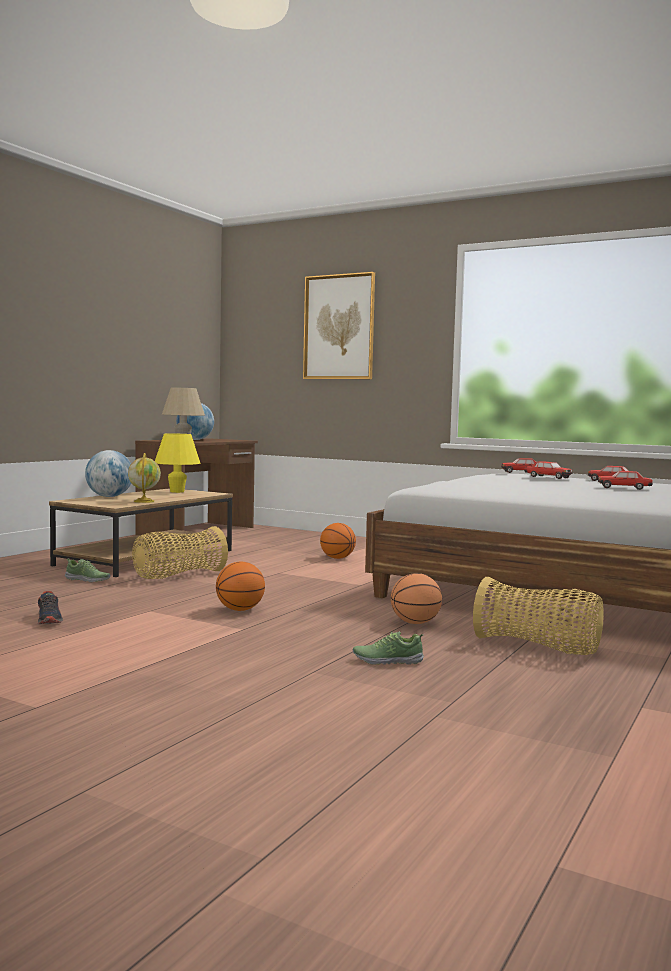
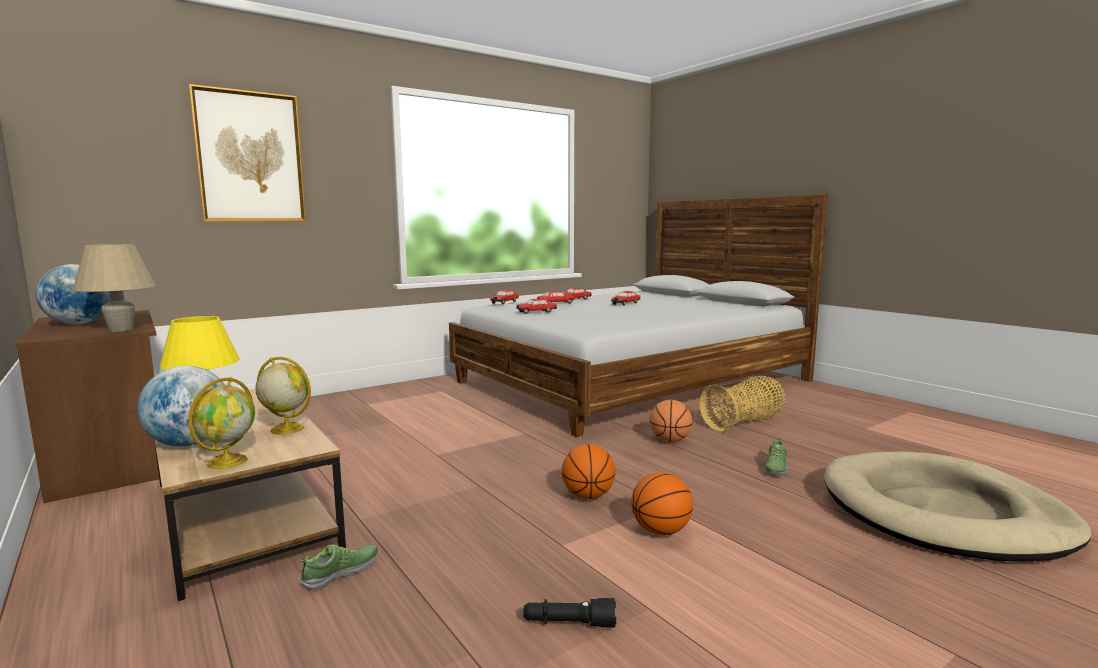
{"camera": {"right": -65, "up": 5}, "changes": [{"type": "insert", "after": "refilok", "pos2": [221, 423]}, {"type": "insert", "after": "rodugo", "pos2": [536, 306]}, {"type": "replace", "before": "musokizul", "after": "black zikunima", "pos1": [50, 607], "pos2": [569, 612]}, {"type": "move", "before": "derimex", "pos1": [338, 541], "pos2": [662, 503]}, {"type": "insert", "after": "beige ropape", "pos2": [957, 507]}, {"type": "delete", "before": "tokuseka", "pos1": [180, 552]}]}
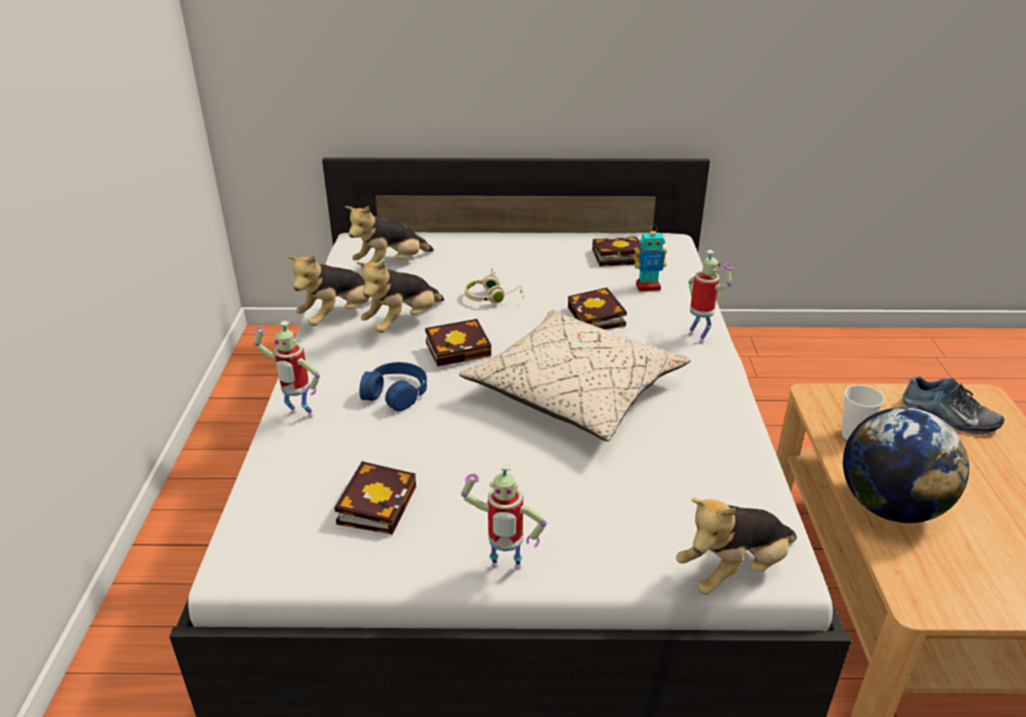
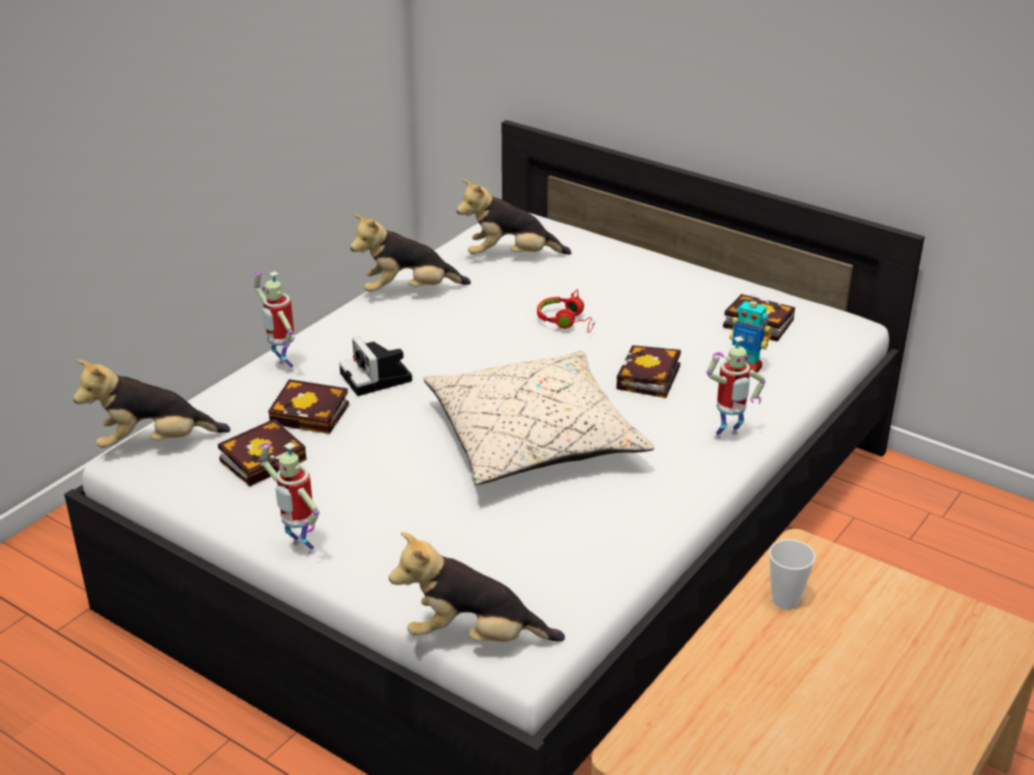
{"camera": {"right": 35, "up": 0}, "changes": [{"type": "move", "before": "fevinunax", "pos1": [400, 296], "pos2": [152, 404]}, {"type": "move", "before": "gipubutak", "pos1": [458, 342], "pos2": [308, 406]}, {"type": "replace", "before": "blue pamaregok", "after": "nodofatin", "pos1": [393, 386], "pos2": [375, 366]}, {"type": "recolor", "before": "beige pamaregok", "after": "red pamaregok", "pos1": [494, 285], "pos2": [566, 311]}, {"type": "rotate", "before": "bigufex", "pos1": [711, 296], "pos2": [736, 387], "turn": 60}, {"type": "delete", "before": "refilok", "pos1": [906, 465]}, {"type": "delete", "before": "musokizul", "pos1": [953, 405]}]}
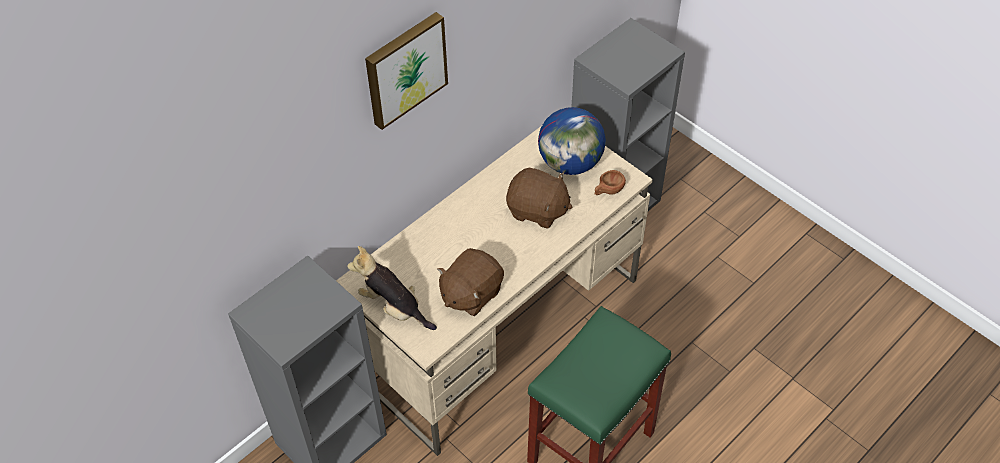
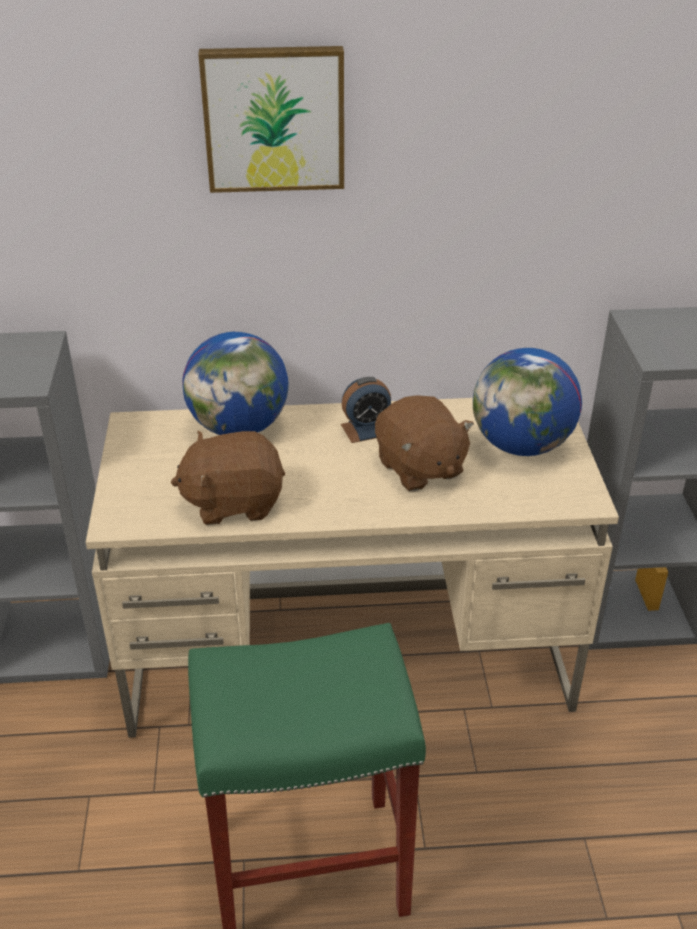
{"camera": {"right": 40, "up": -15}, "changes": [{"type": "insert", "after": "refilok", "pos2": [235, 383]}, {"type": "insert", "after": "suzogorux", "pos2": [366, 410]}, {"type": "delete", "before": "fevinunax", "pos1": [392, 288]}, {"type": "delete", "before": "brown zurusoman", "pos1": [610, 182]}]}
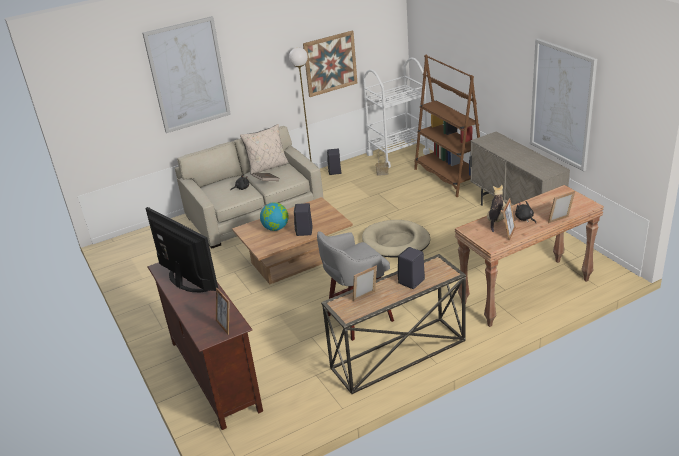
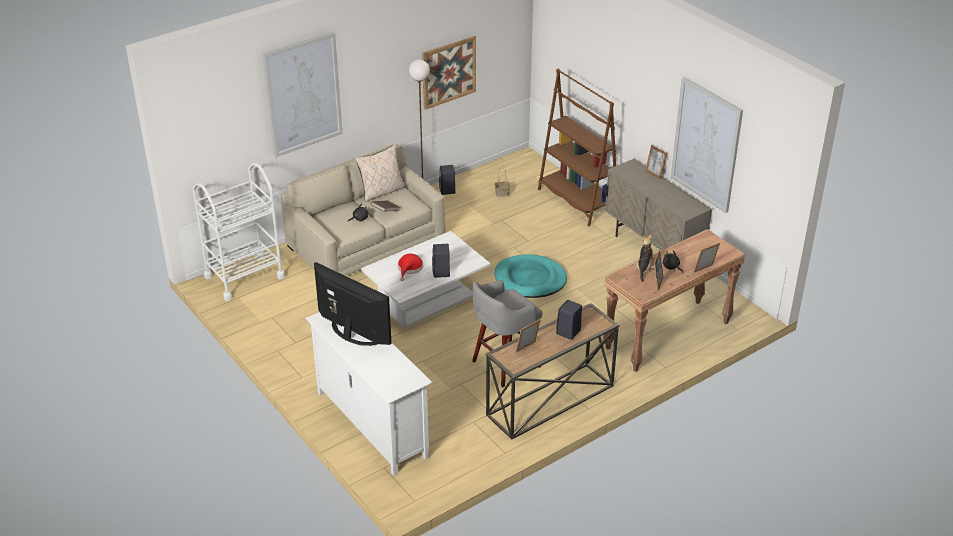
{"camera": {"right": -10, "up": 5}, "changes": [{"type": "move", "before": "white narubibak", "pos1": [396, 112], "pos2": [238, 232]}, {"type": "recolor", "before": "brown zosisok", "after": "white zosisok", "pos1": [205, 346], "pos2": [369, 394]}, {"type": "recolor", "before": "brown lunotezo", "after": "white lunotezo", "pos1": [292, 240], "pos2": [426, 279]}, {"type": "replace", "before": "refilok", "after": "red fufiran", "pos1": [274, 216], "pos2": [410, 267]}, {"type": "recolor", "before": "beige ropape", "after": "turquoise ropape", "pos1": [396, 238], "pos2": [530, 276]}, {"type": "move", "before": "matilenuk", "pos1": [223, 311], "pos2": [656, 162]}]}
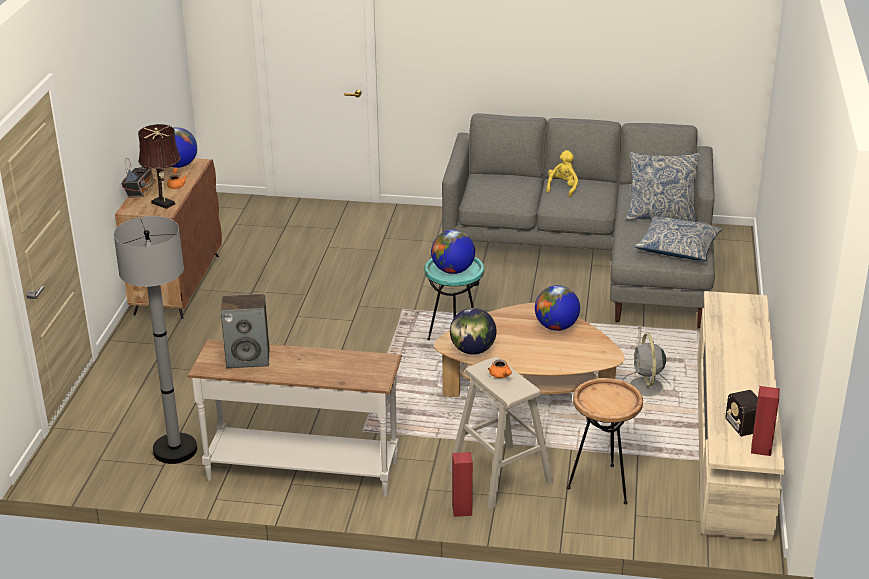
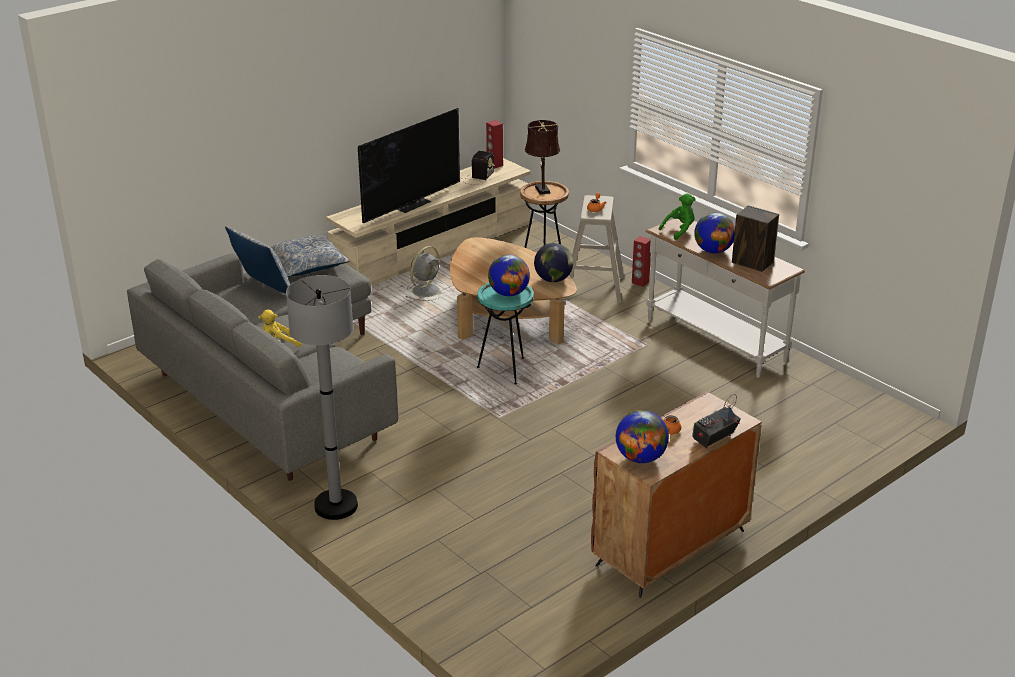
{"camera": {"right": -140, "up": 0}, "changes": [{"type": "move", "before": "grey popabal", "pos1": [155, 340], "pos2": [322, 397]}, {"type": "insert", "after": "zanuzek", "pos2": [409, 165]}, {"type": "move", "before": "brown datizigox", "pos1": [159, 166], "pos2": [542, 157]}, {"type": "insert", "after": "green fevinunax", "pos2": [677, 216]}, {"type": "move", "before": "refilok", "pos1": [557, 308], "pos2": [714, 233]}]}
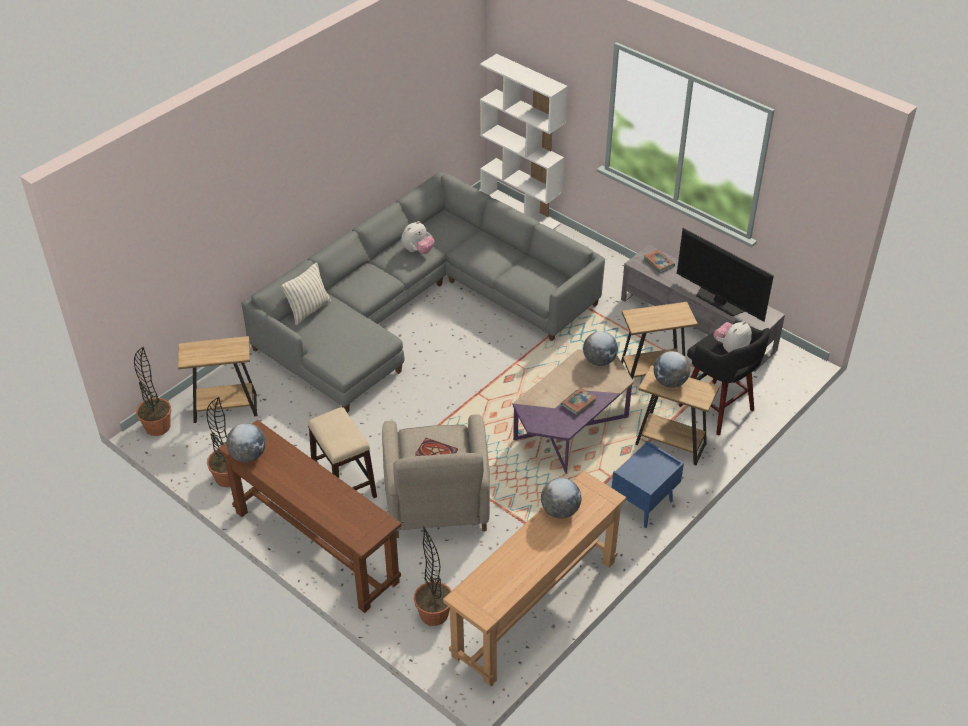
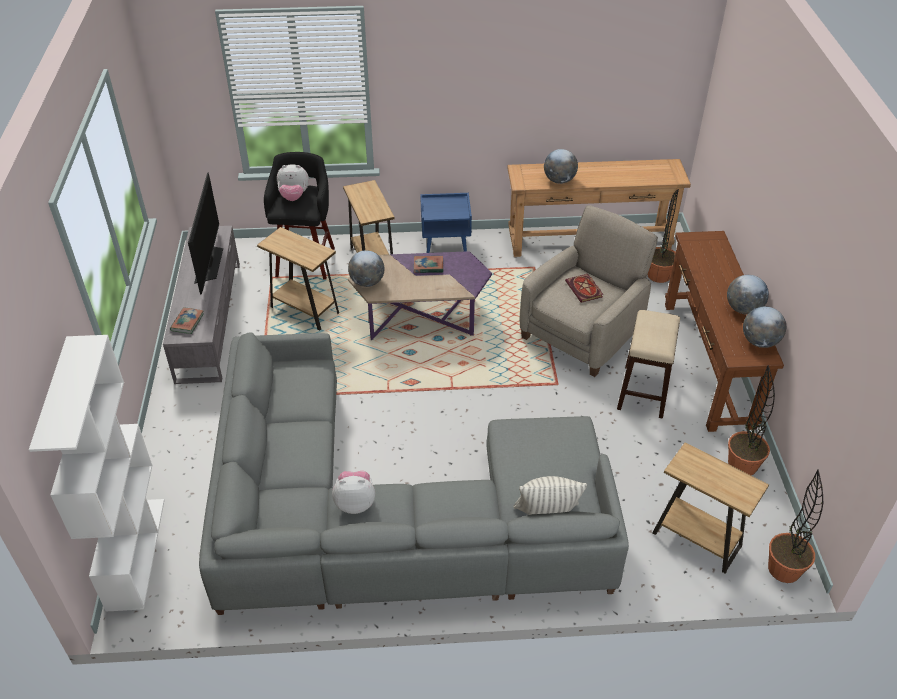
{"camera": {"right": -135, "up": 0}, "changes": [{"type": "move", "before": "refilok", "pos1": [672, 369], "pos2": [748, 295]}]}
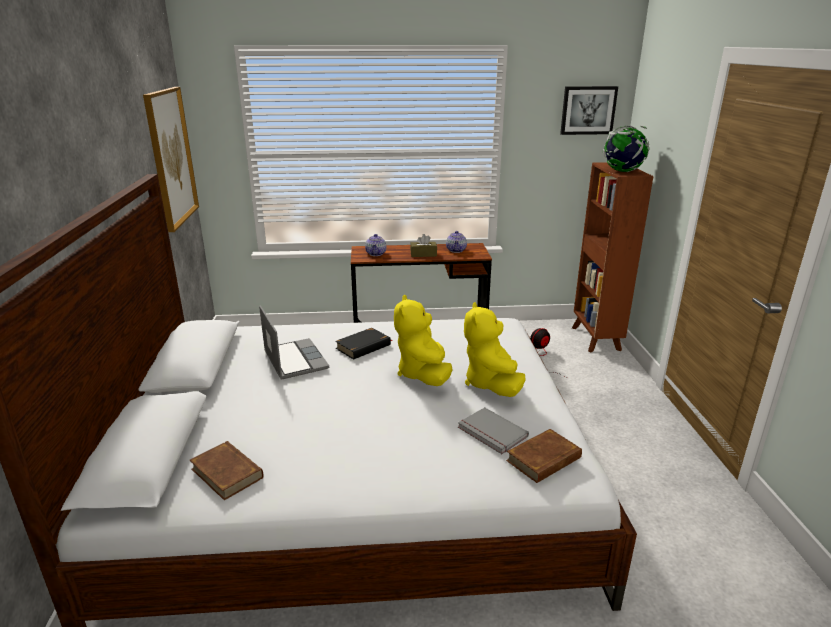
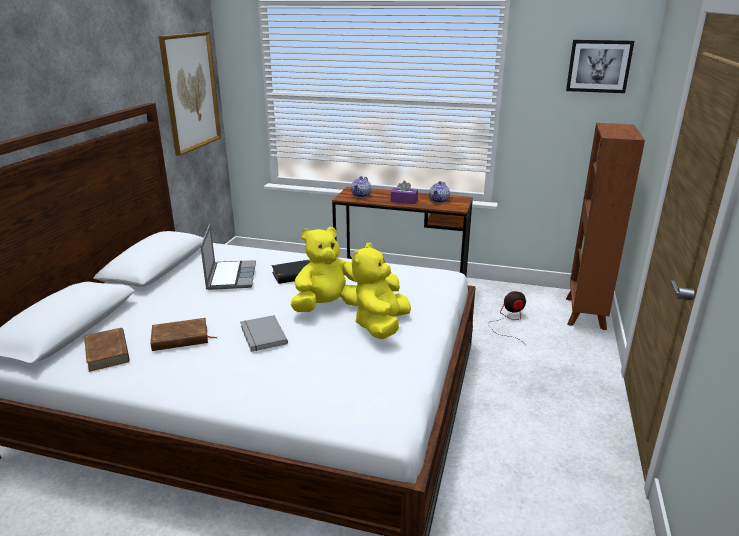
{"camera": {"right": 20, "up": 0}, "changes": [{"type": "move", "before": "brown gipubutak", "pos1": [544, 456], "pos2": [183, 334]}, {"type": "move", "before": "grey gipubutak", "pos1": [493, 430], "pos2": [264, 333]}, {"type": "rotate", "before": "yellow fevinunax", "pos1": [423, 340], "pos2": [324, 269], "turn": 45}, {"type": "recolor", "before": "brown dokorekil", "after": "purple dokorekil", "pos1": [423, 245], "pos2": [404, 192]}, {"type": "delete", "before": "refilok", "pos1": [626, 148]}]}
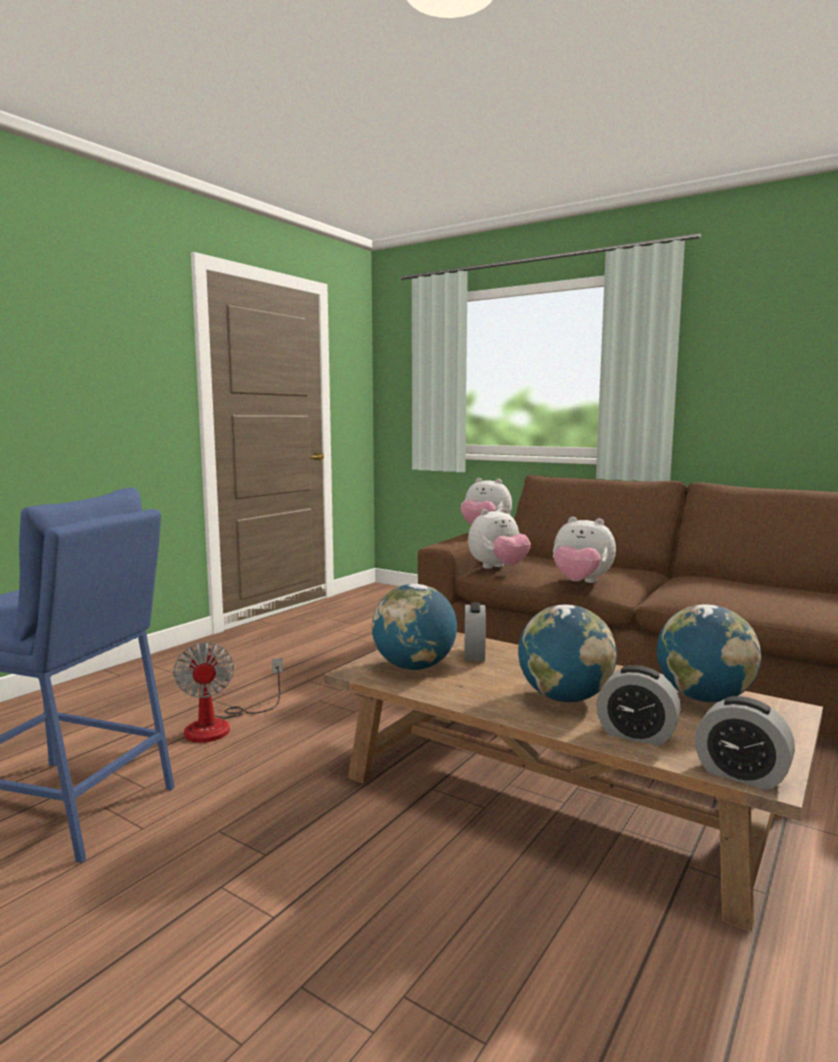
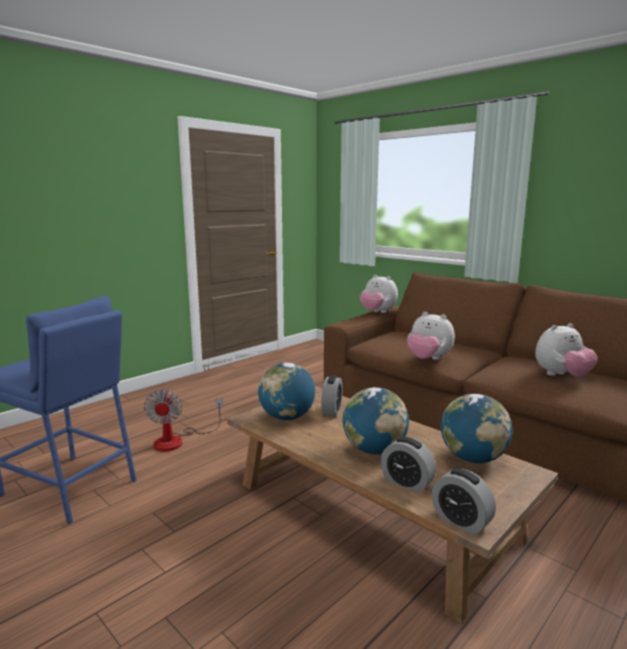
{"camera": {"right": 10, "up": 5}, "changes": [{"type": "move", "before": "fevinunax", "pos1": [499, 538], "pos2": [566, 350]}]}
